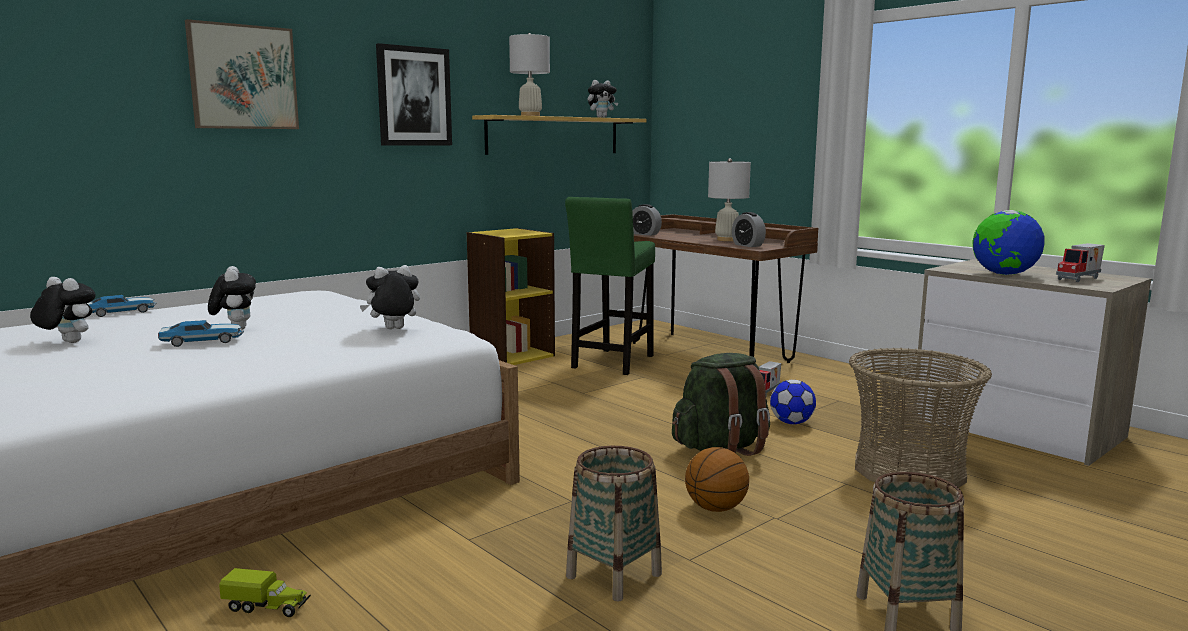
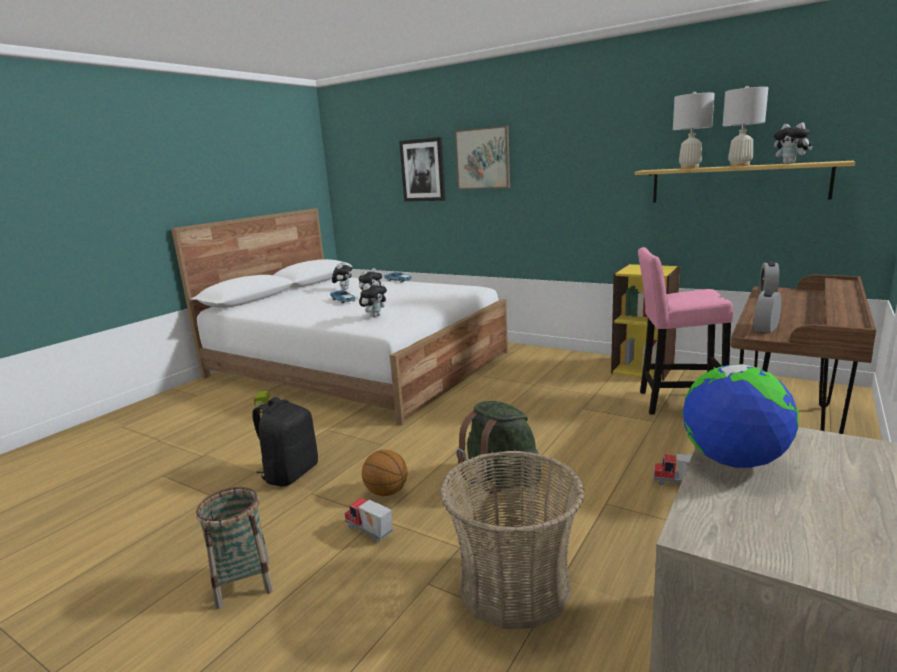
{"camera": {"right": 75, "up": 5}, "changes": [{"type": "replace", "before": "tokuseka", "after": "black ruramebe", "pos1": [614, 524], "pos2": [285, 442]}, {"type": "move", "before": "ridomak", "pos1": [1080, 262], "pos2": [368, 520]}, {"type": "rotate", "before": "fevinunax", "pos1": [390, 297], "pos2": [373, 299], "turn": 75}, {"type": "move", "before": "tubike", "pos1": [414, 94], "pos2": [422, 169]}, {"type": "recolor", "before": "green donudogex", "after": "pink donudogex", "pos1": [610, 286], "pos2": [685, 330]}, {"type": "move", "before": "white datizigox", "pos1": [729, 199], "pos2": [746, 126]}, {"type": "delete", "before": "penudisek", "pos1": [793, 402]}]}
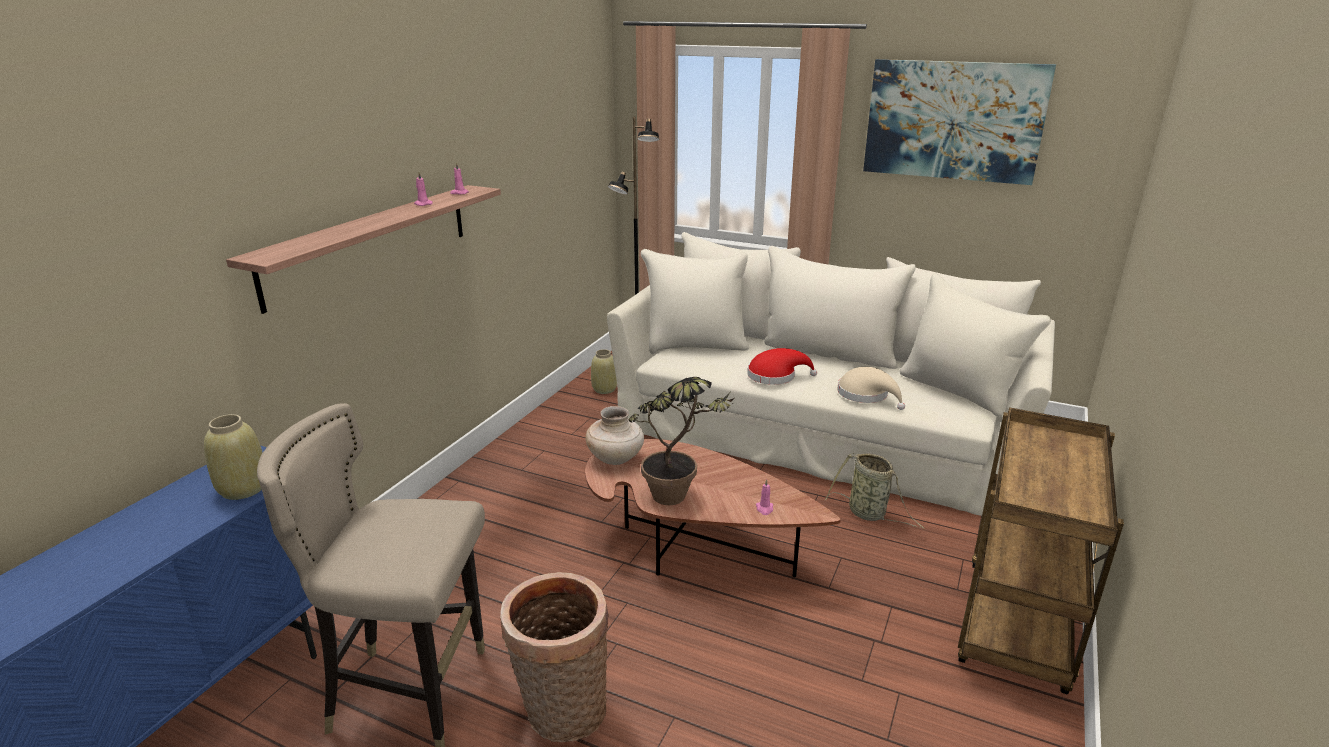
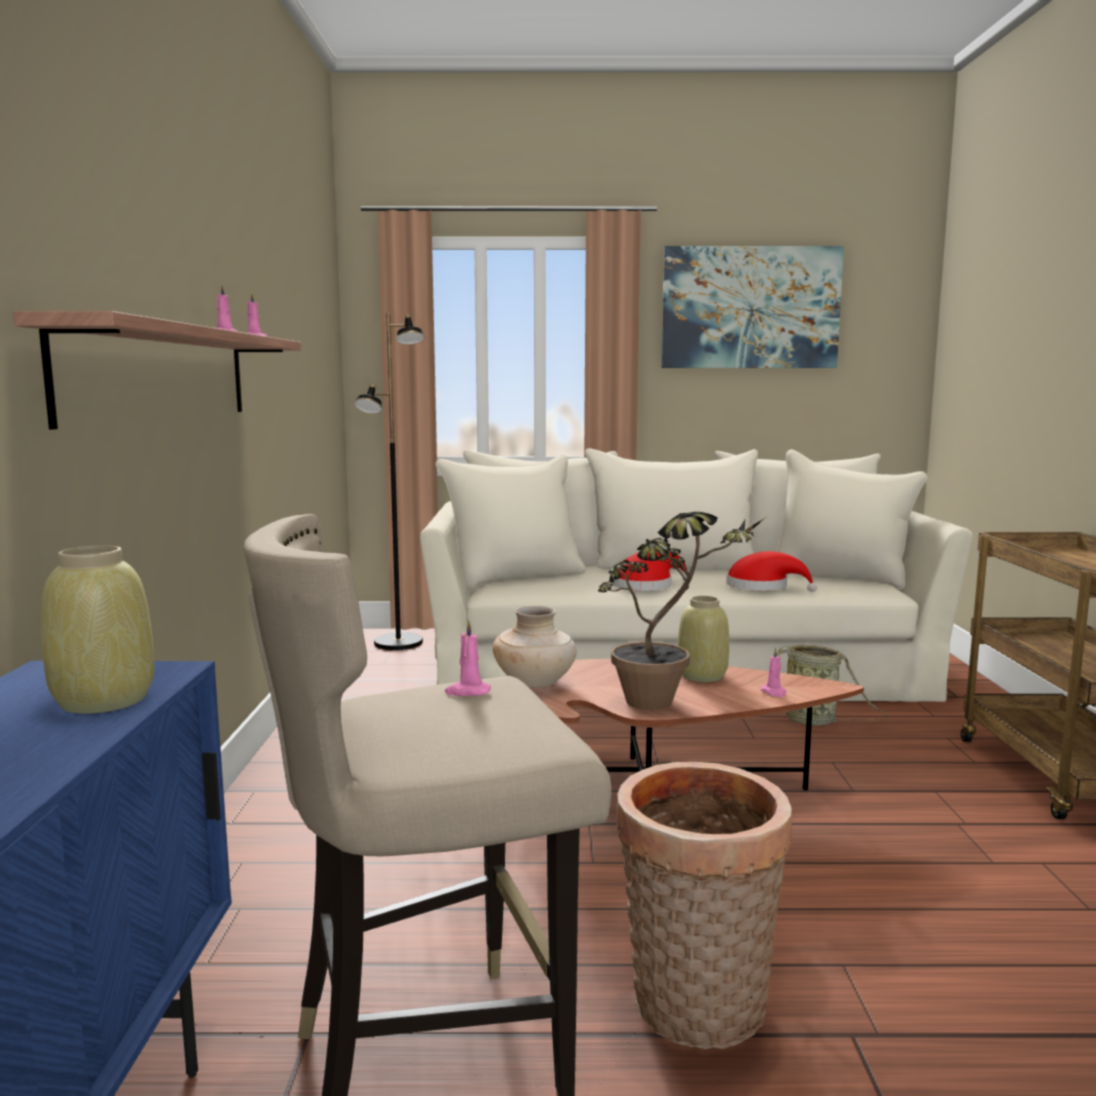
{"camera": {"right": -25, "up": -15}, "changes": [{"type": "insert", "after": "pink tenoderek", "pos2": [468, 657]}, {"type": "move", "before": "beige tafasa", "pos1": [604, 371], "pos2": [703, 639]}, {"type": "recolor", "before": "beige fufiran", "after": "red fufiran", "pos1": [871, 388], "pos2": [771, 571]}]}
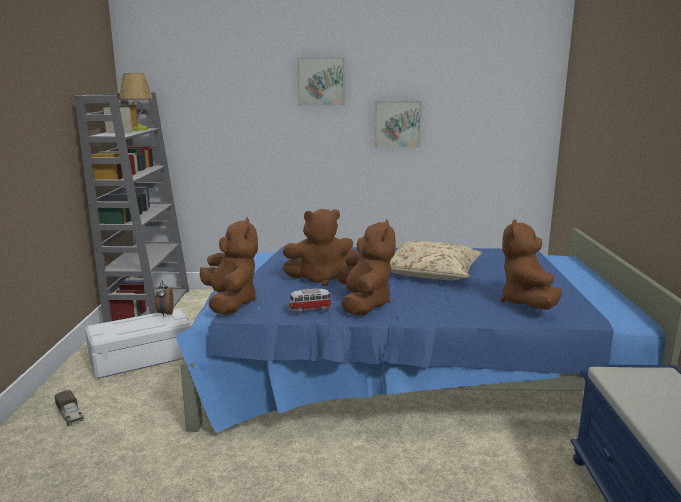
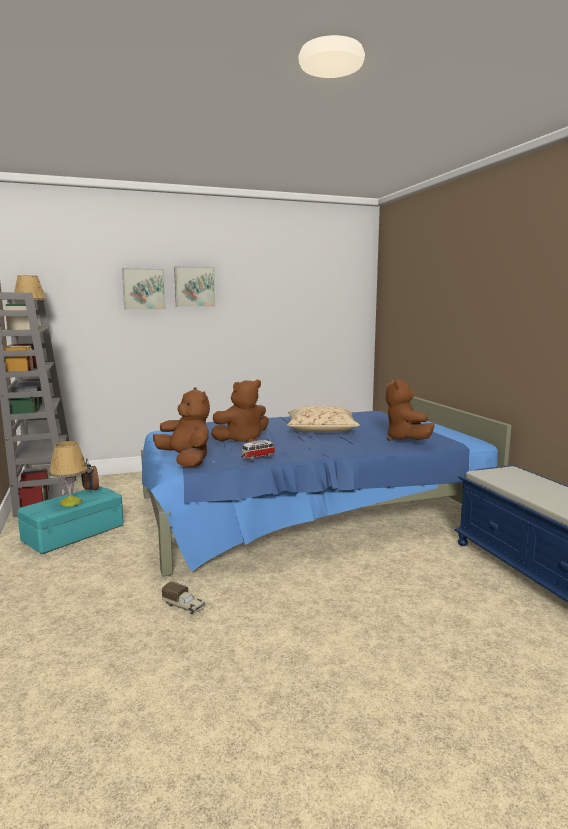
{"camera": {"right": -20, "up": -5}, "changes": [{"type": "recolor", "before": "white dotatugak", "after": "turquoise dotatugak", "pos1": [138, 344], "pos2": [70, 520]}, {"type": "insert", "after": "datizigox", "pos2": [68, 474]}, {"type": "move", "before": "tubike", "pos1": [398, 124], "pos2": [144, 289]}, {"type": "move", "before": "ridomak", "pos1": [69, 408], "pos2": [183, 598]}, {"type": "delete", "before": "brown fevinunax", "pos1": [366, 267]}]}
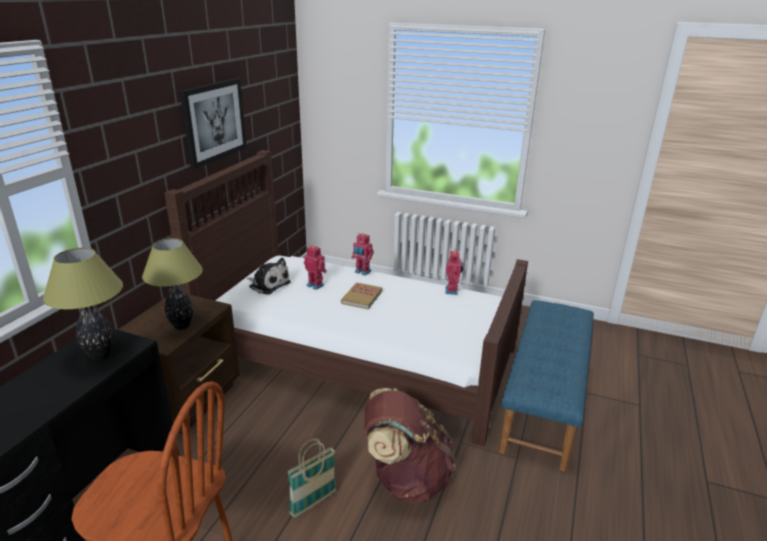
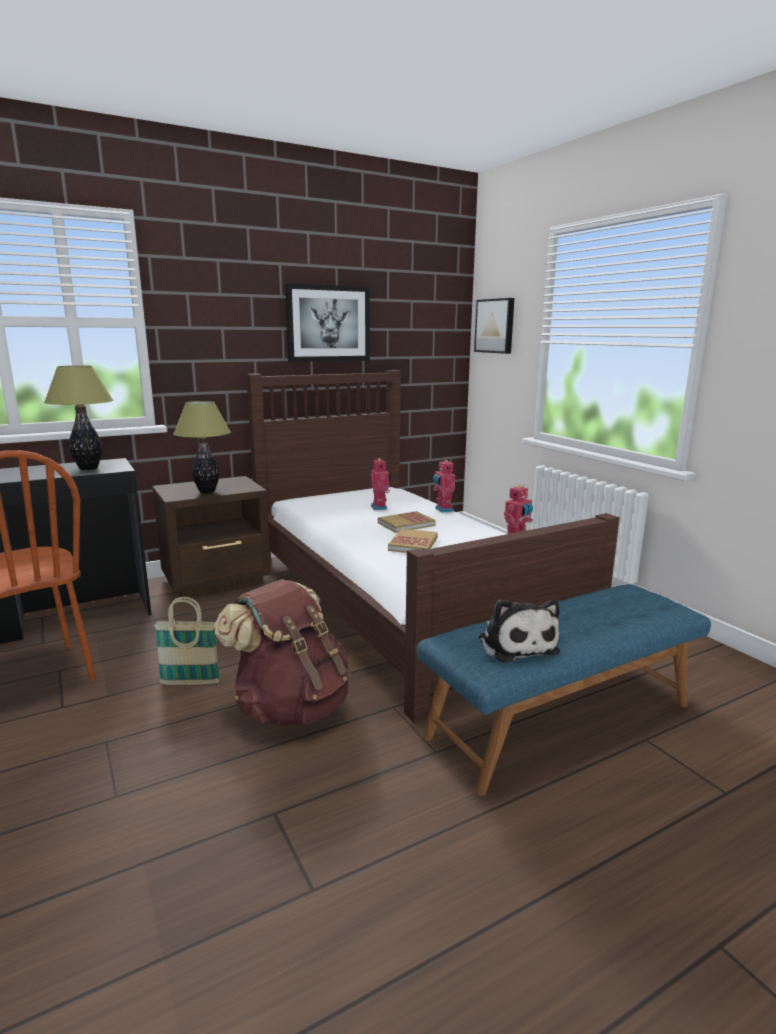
{"camera": {"right": 40, "up": -10}, "changes": [{"type": "insert", "after": "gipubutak", "pos2": [413, 541]}, {"type": "insert", "after": "tubike", "pos2": [494, 326]}, {"type": "move", "before": "fevinunax", "pos1": [269, 276], "pos2": [519, 631]}]}
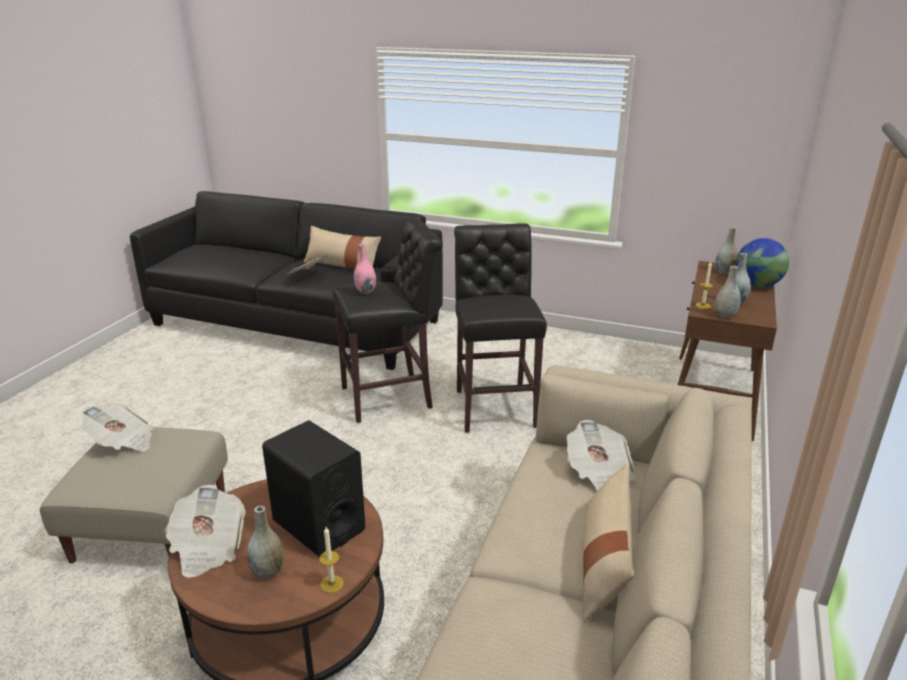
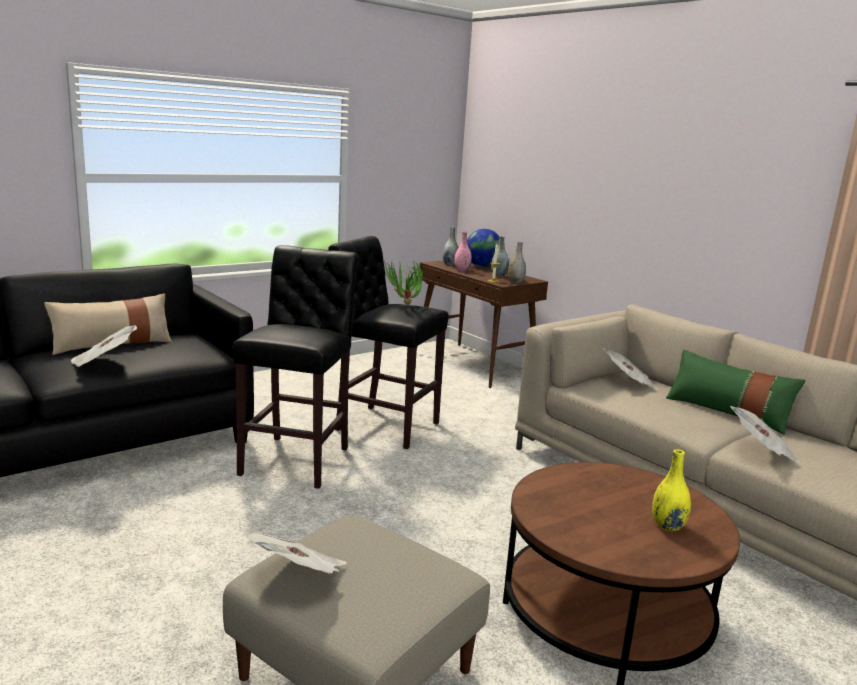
{"camera": {"right": -60, "up": -10}, "changes": [{"type": "insert", "after": "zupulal", "pos2": [403, 282]}, {"type": "move", "before": "pink tafasa", "pos1": [365, 269], "pos2": [463, 251]}, {"type": "recolor", "before": "grey tafasa", "after": "yellow tafasa", "pos1": [265, 542], "pos2": [671, 490]}, {"type": "recolor", "before": "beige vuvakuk", "after": "green vuvakuk", "pos1": [609, 543], "pos2": [736, 392]}, {"type": "move", "before": "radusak", "pos1": [205, 531], "pos2": [765, 435]}, {"type": "delete", "before": "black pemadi", "pos1": [313, 489]}, {"type": "delete", "before": "tenoderek", "pos1": [331, 560]}]}
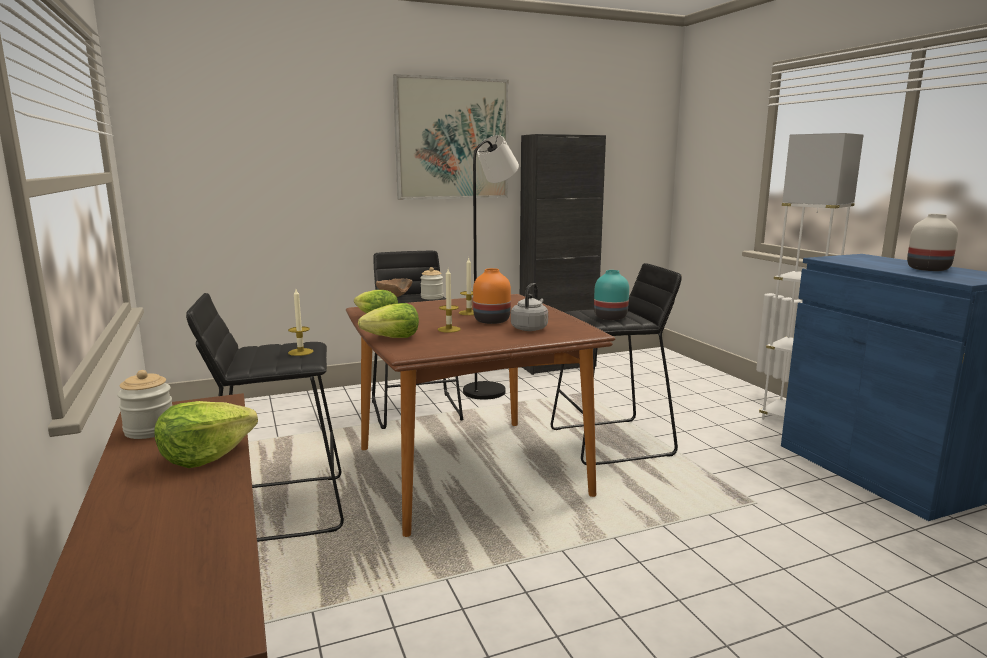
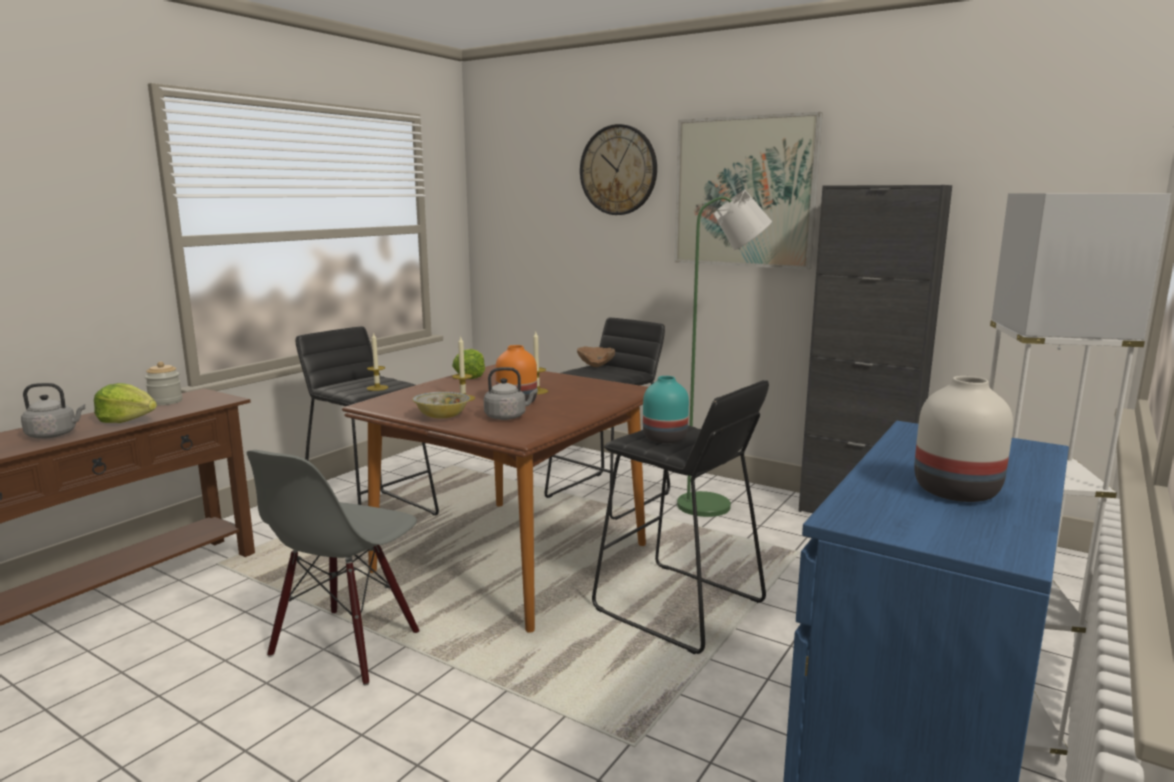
{"camera": {"right": 55, "up": 0}, "changes": [{"type": "insert", "after": "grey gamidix", "pos2": [53, 410]}, {"type": "insert", "after": "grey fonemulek", "pos2": [333, 568]}, {"type": "insert", "after": "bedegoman", "pos2": [441, 405]}, {"type": "insert", "after": "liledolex", "pos2": [618, 169]}, {"type": "recolor", "before": "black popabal", "after": "green popabal", "pos1": [491, 267], "pos2": [724, 353]}, {"type": "delete", "before": "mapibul", "pos1": [388, 320]}, {"type": "delete", "before": "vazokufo", "pos1": [431, 283]}]}
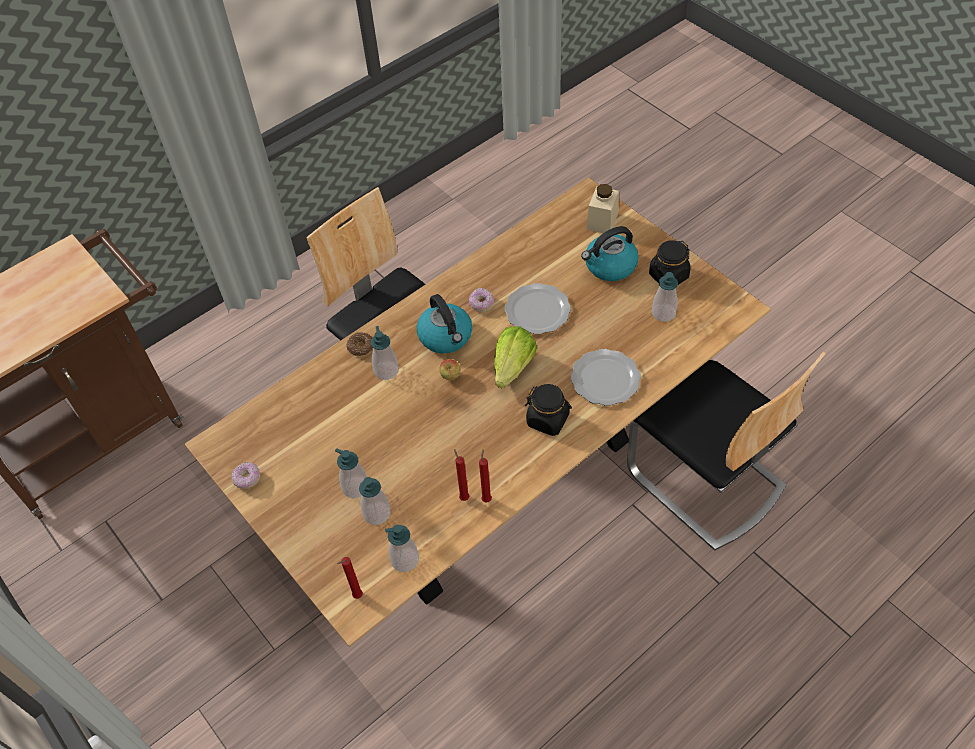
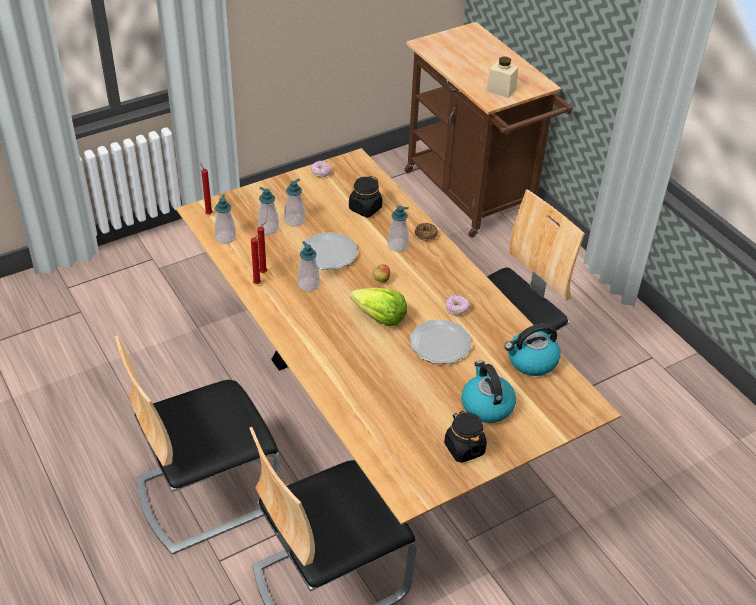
{"camera": {"right": 95, "up": -10}, "changes": [{"type": "insert", "after": "fonemulek", "pos2": [197, 445]}, {"type": "move", "before": "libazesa", "pos1": [664, 297], "pos2": [309, 266]}, {"type": "move", "before": "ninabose", "pos1": [606, 377], "pos2": [329, 251]}, {"type": "move", "before": "black vazokufo", "pos1": [548, 410], "pos2": [365, 196]}, {"type": "move", "before": "beige vazokufo", "pos1": [602, 208], "pos2": [502, 77]}, {"type": "move", "before": "gamidix", "pos1": [444, 324], "pos2": [532, 349]}]}
